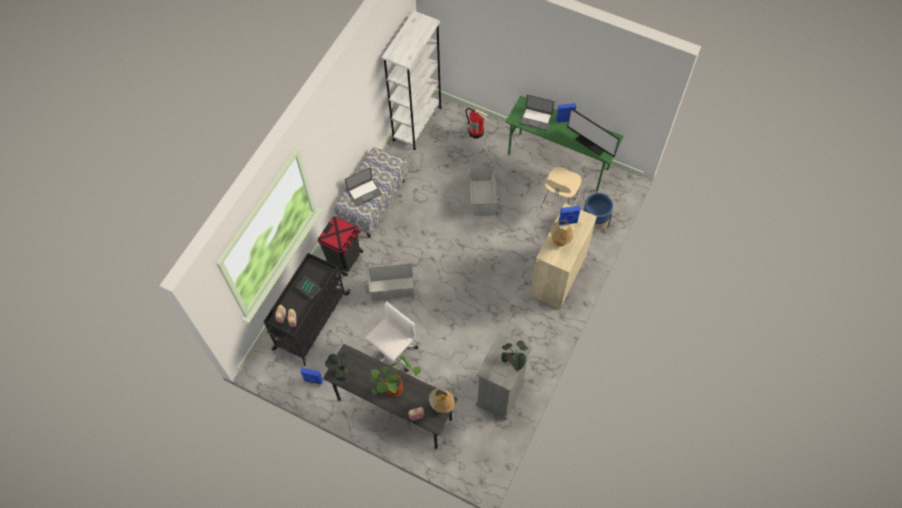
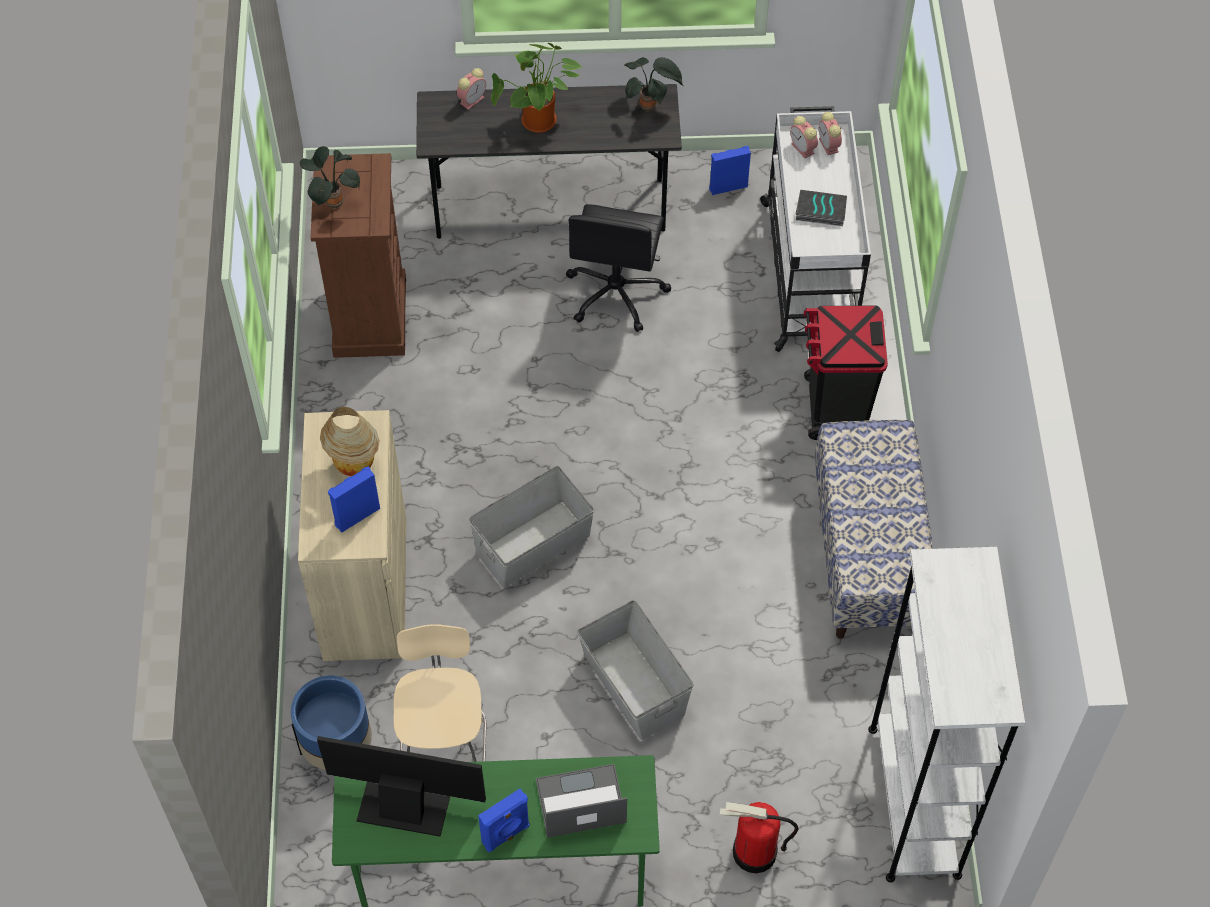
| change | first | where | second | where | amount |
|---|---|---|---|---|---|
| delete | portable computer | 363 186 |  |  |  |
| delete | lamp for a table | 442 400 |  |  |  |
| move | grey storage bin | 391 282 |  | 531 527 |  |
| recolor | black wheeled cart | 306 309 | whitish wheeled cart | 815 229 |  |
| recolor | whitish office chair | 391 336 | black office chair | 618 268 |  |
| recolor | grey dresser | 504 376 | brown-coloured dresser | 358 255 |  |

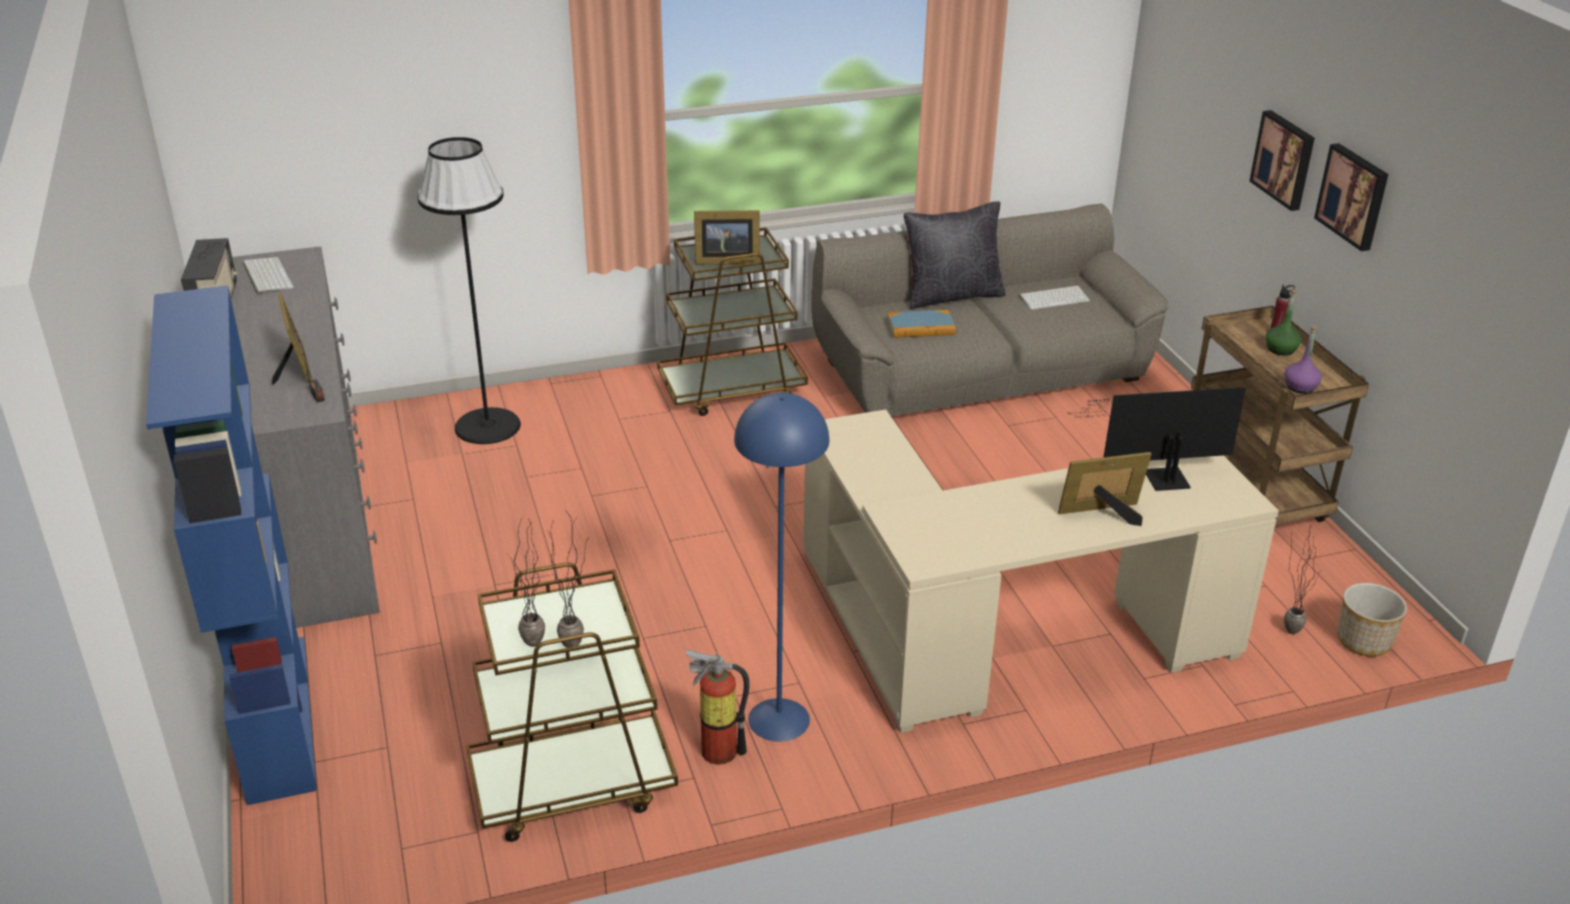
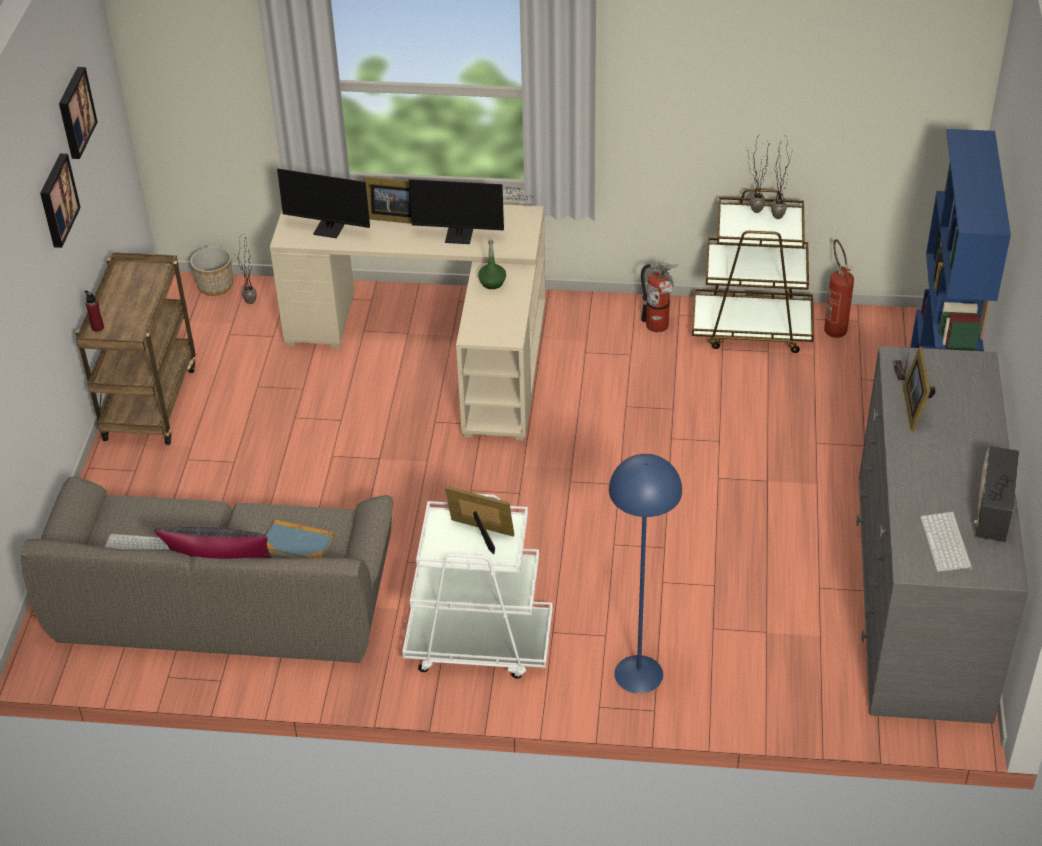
| change | first | where | second | where | amount |
|---|---|---|---|---|---|
| delete | black standing lamp | 469 290 |  |  |  |
| delete | purplish beverage bottle | 1303 360 |  |  |  |
| insert |  |  | computer display | 470 211 |  |
| insert |  |  | extinguisher | 839 288 |  |
| move | blue standing lamp | 781 567 |  | 645 574 |  |
| move | picture | 1282 160 |  | 78 113 |  |
| move | green-coloured beverage bottle | 1283 322 |  | 492 264 |  |
| recolor | brown-coloured wheeled cart | 732 321 | whitish wheeled cart | 477 586 |  |

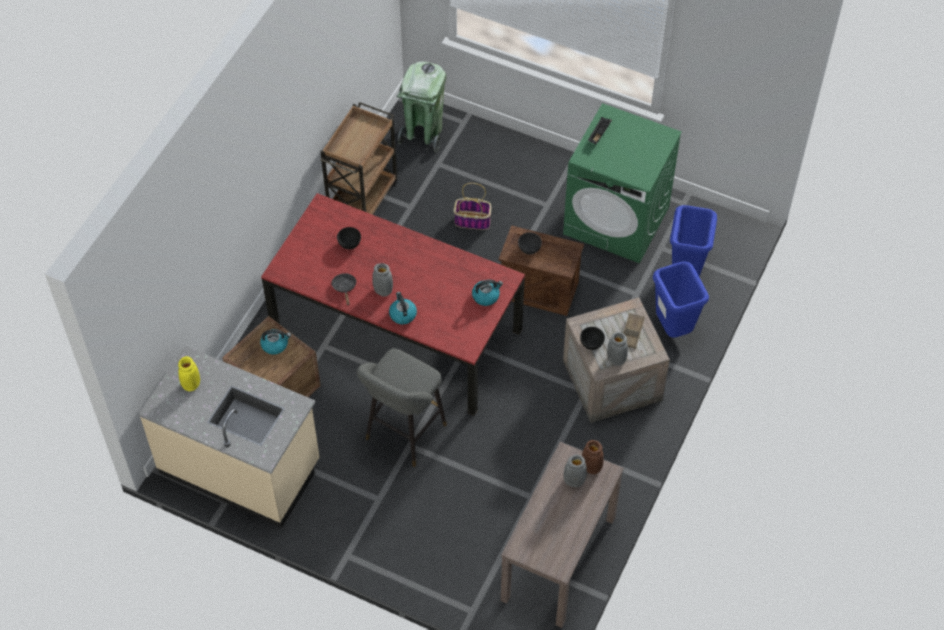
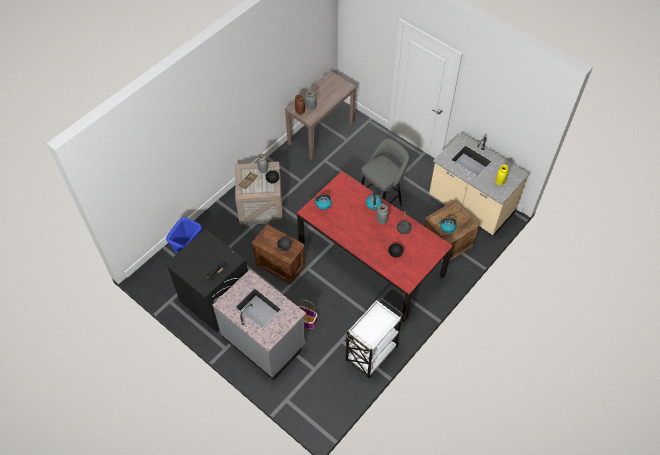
| change | first | where | second | where | amount |
|---|---|---|---|---|---|
| delete | green-coloured trash can | 422 106 |  |  |  |
| delete | blue trash can | 681 299 |  |  |  |
| insert |  |  | grey counter | 259 324 |  |
| recolor | brown-coloured wheeled cart | 358 158 | whitish wheeled cart | 374 338 |  |
| recolor | green-coloured laundry machine | 622 183 | black laundry machine | 206 280 |  |

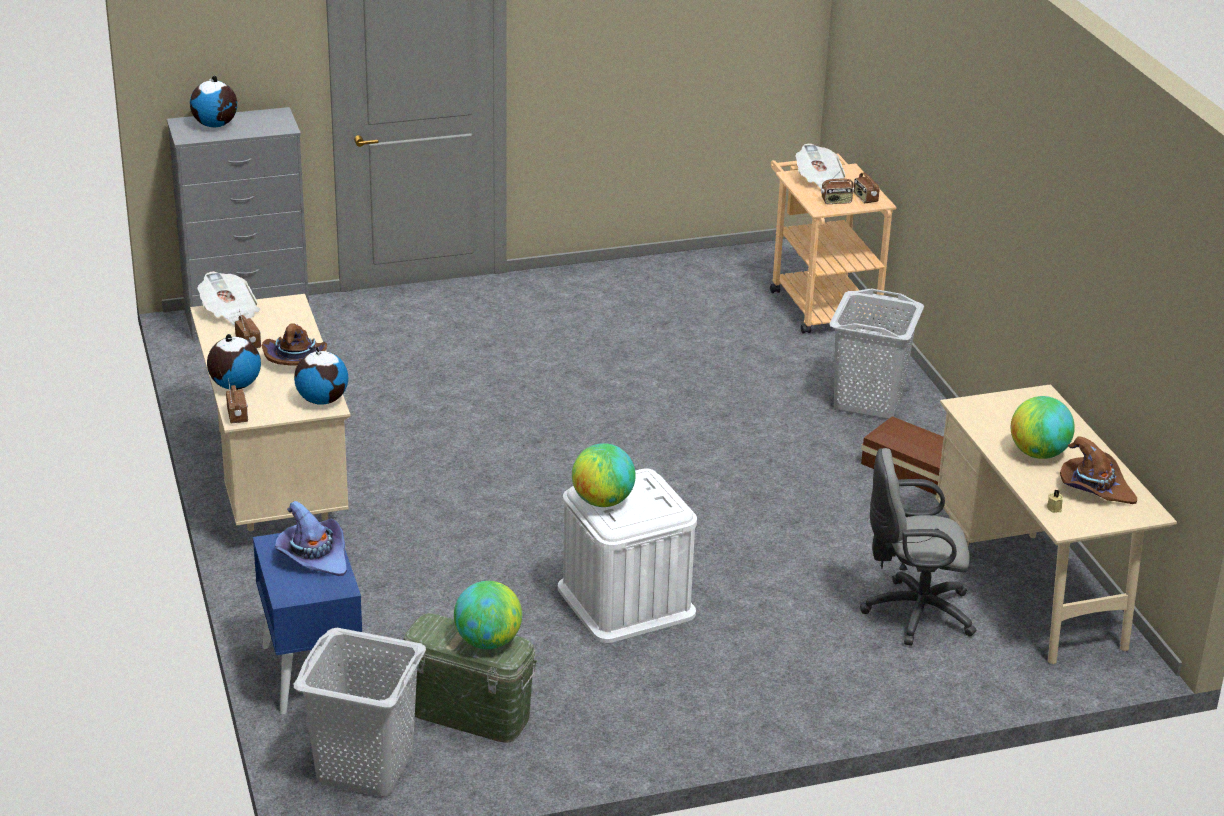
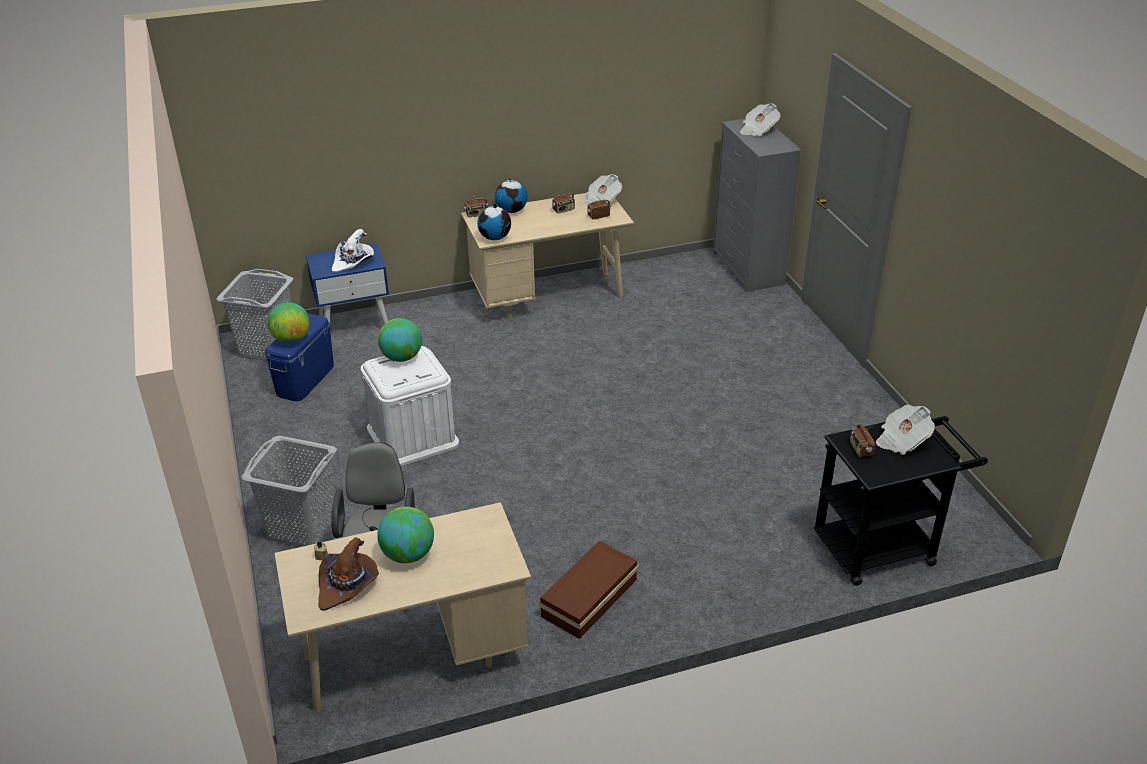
| change | first | where | second | where | amount |
|---|---|---|---|---|---|
| delete | brown-coloured hat | 294 344 |  |  |  |
| move | grey hamper | 876 353 |  | 289 491 |  |
| move | radio receiver | 867 186 |  | 599 208 |  |
| replace | globe | 213 101 | daily paper | 760 119 |  |
| recolor | purplish hat | 311 538 | whitish hat | 353 251 |  |
| recolor | green-coloured storage bin | 470 678 | blue storage bin | 299 357 |  |
| recolor | beige-coloured wheeled cart | 833 244 | black wheeled cart | 901 501 |  |

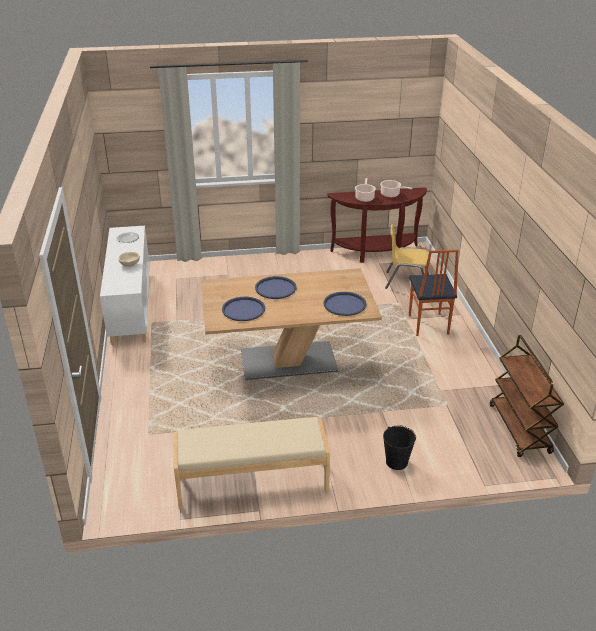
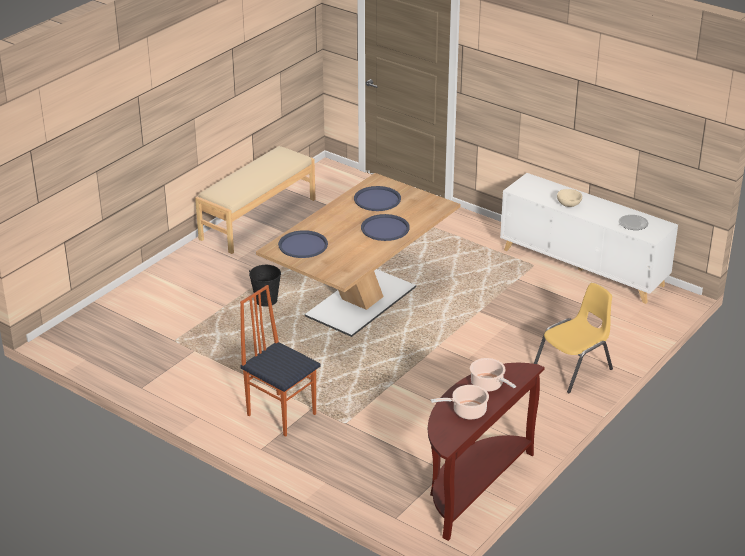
| change | first | where | second | where | amount |
|---|---|---|---|---|---|
| delete | brown-coloured wheeled cart | 527 396 |  |  |  |
| move | black water bucket | 399 447 |  | 265 286 |  |
| move | yellow-coloured chair | 407 256 |  | 573 338 |  |

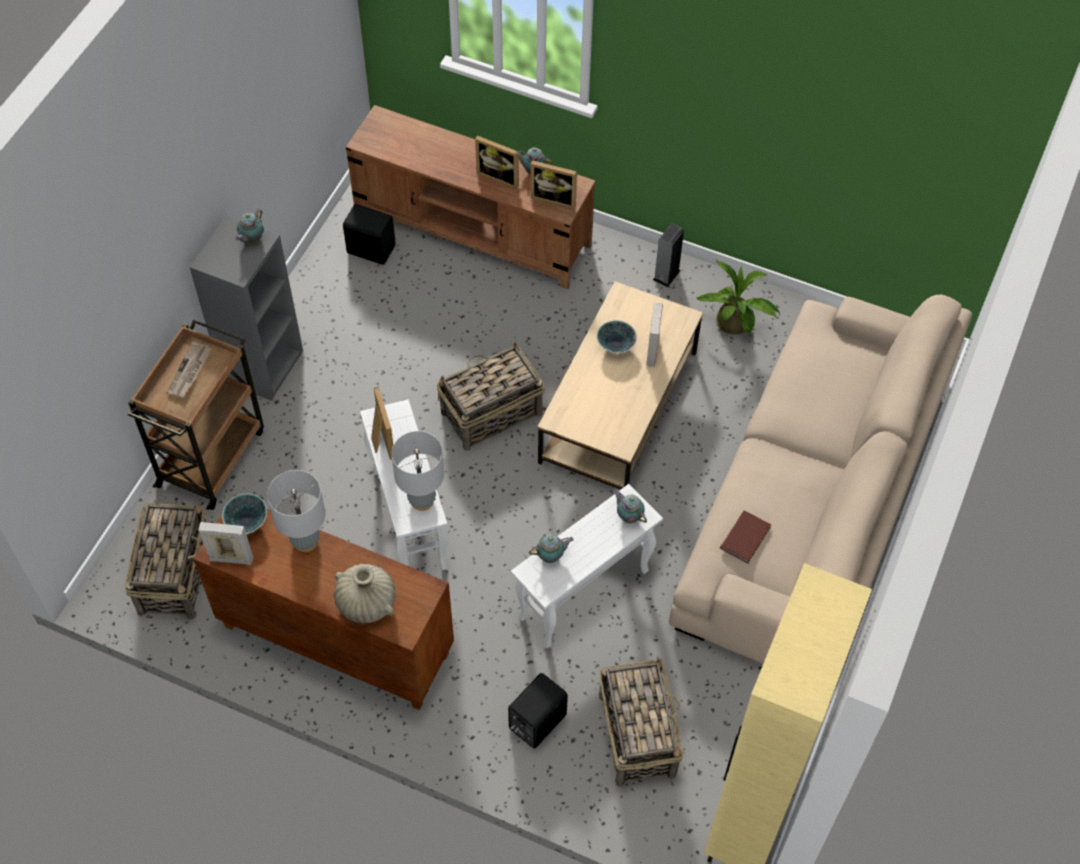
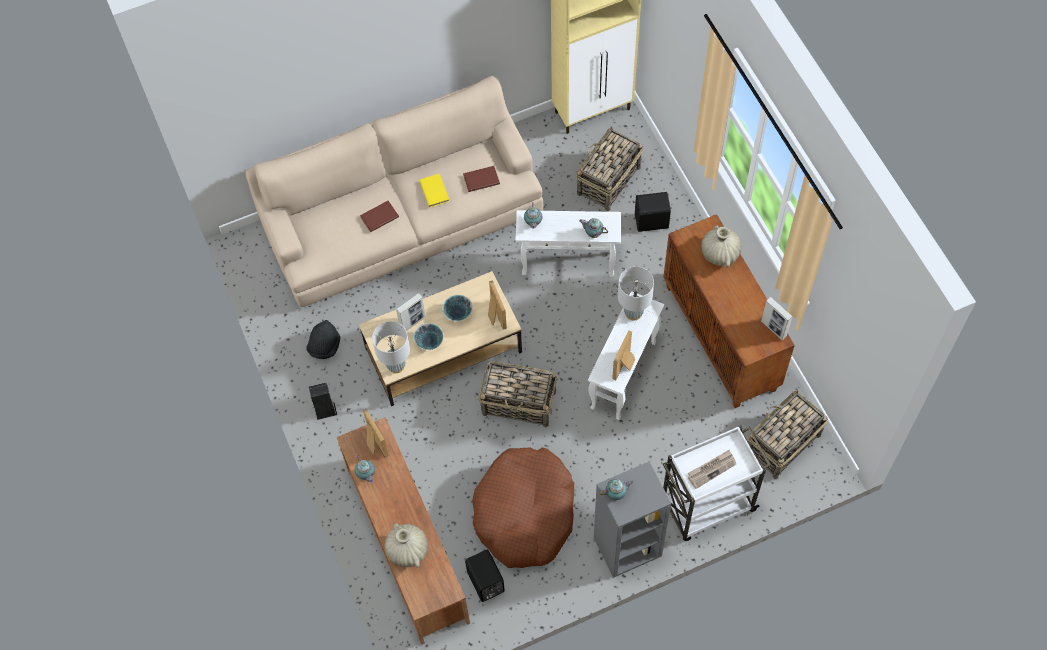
| change | first | where | second | where | amount |
|---|---|---|---|---|---|
| insert |  |  | brown-coloured bound book | 379 216 |  |
| insert |  |  | beige-coloured decorative vase | 406 545 |  |
| insert |  |  | yellow-coloured bound book | 434 190 |  |
| insert |  |  | brown-coloured dog cushion | 523 507 |  |
| move | serving bowl | 244 514 |  | 457 308 |  |
| move | grey lamp for a table | 296 511 |  | 391 347 |  |
| move | picture frame | 497 163 |  | 497 305 |  |
| replace | plant in a pot | 738 297 | black hat | 323 339 |  |
| recolor | brown-coloured wheeled cart | 196 415 | whitish wheeled cart | 717 483 |  |

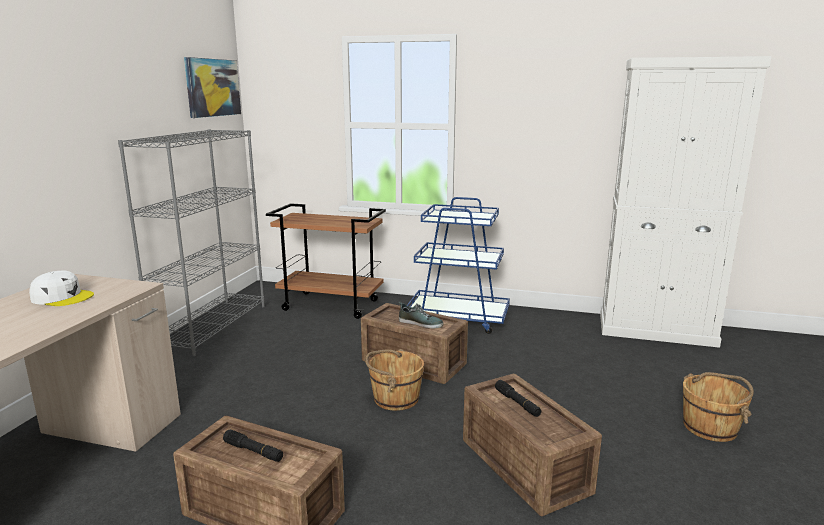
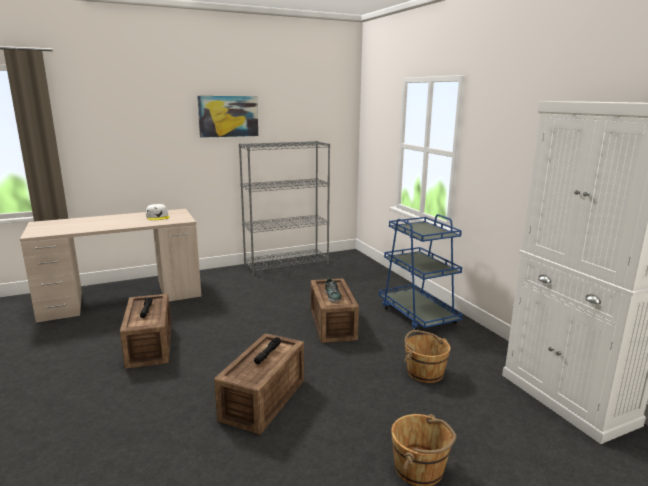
| change | first | where | second | where | amount |
|---|---|---|---|---|---|
| delete | brown-coloured wheeled cart | 326 261 |  |  |  |
| move | picture | 212 87 |  | 227 117 |  |
| move | brown-coloured water bucket | 394 380 |  | 427 356 |  |

